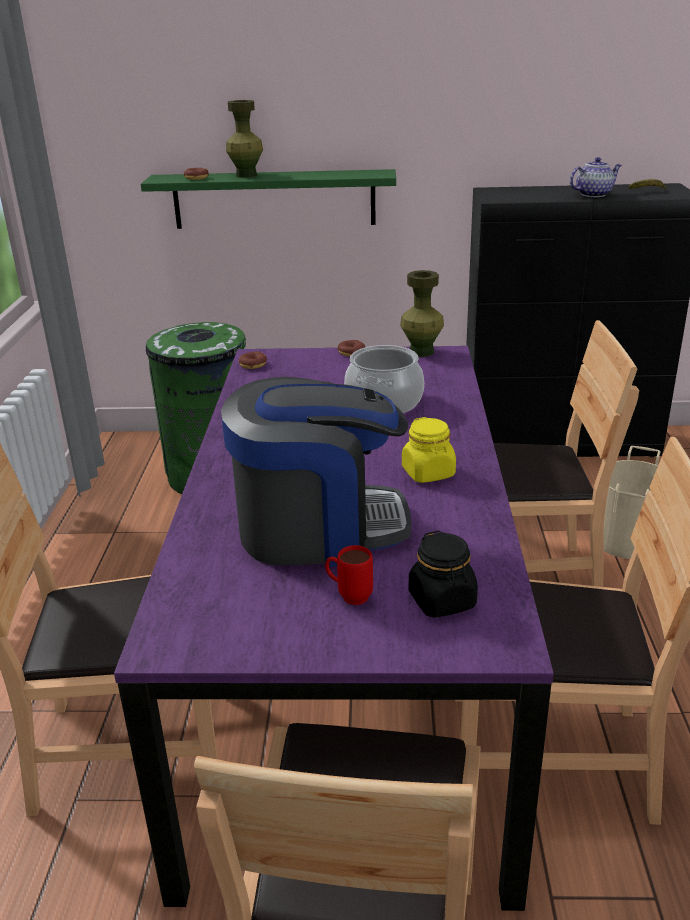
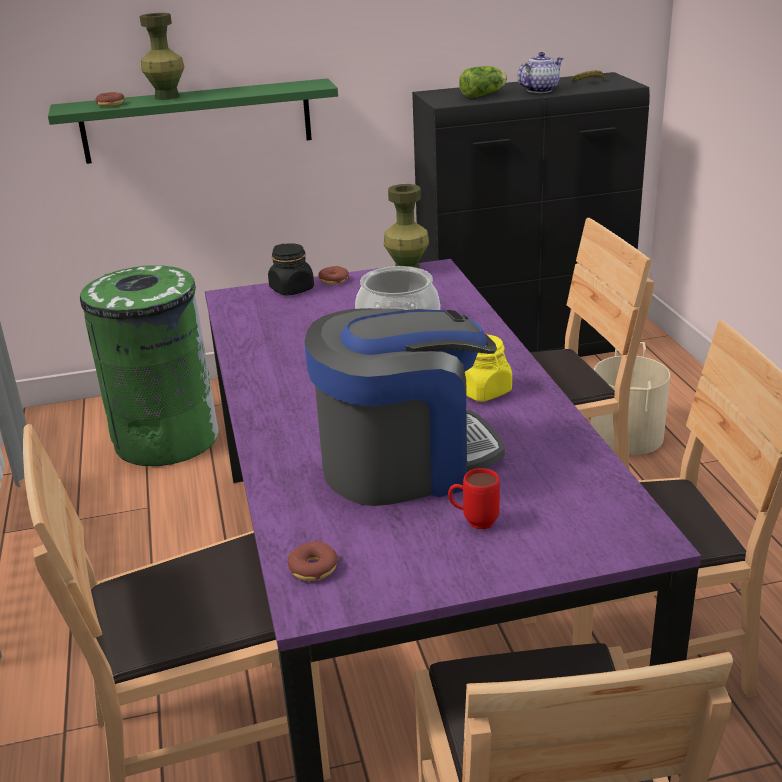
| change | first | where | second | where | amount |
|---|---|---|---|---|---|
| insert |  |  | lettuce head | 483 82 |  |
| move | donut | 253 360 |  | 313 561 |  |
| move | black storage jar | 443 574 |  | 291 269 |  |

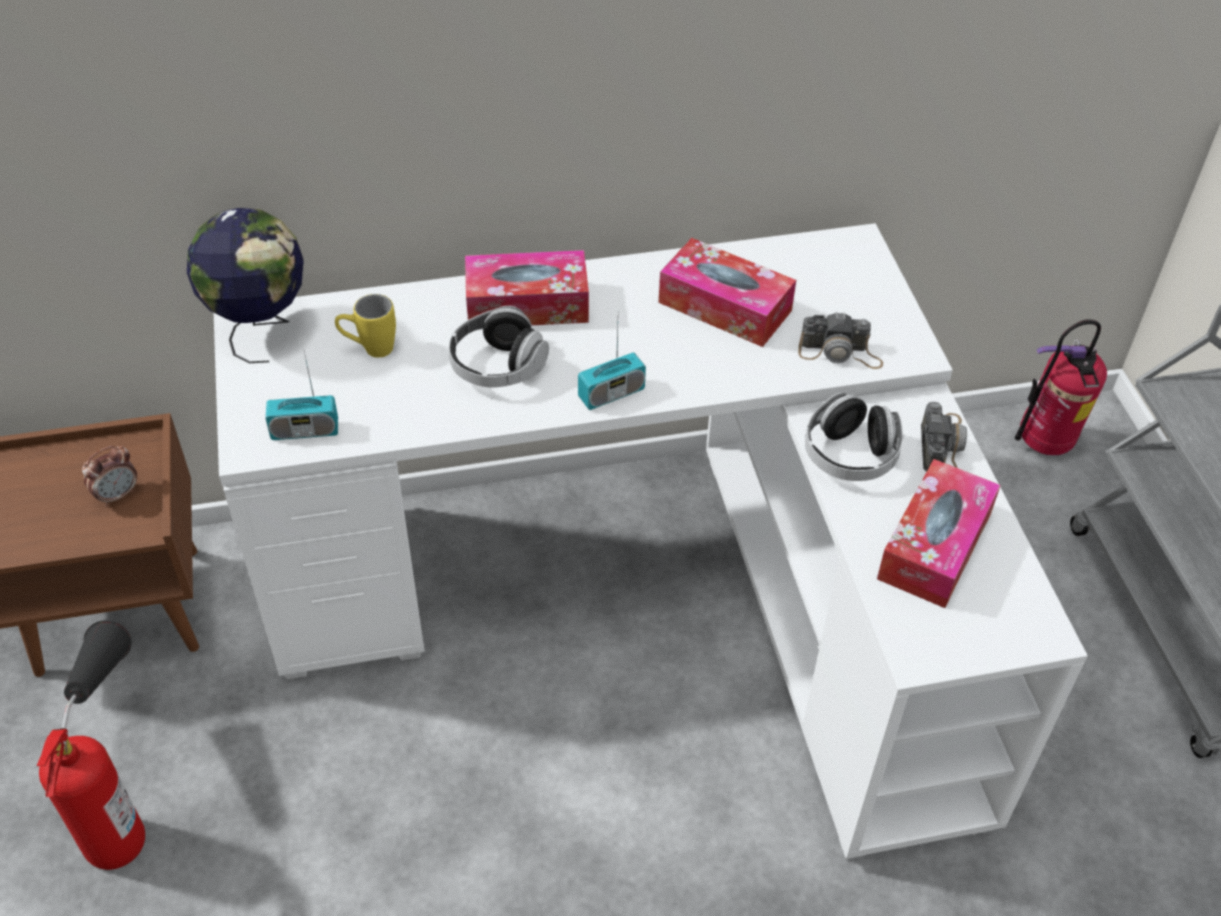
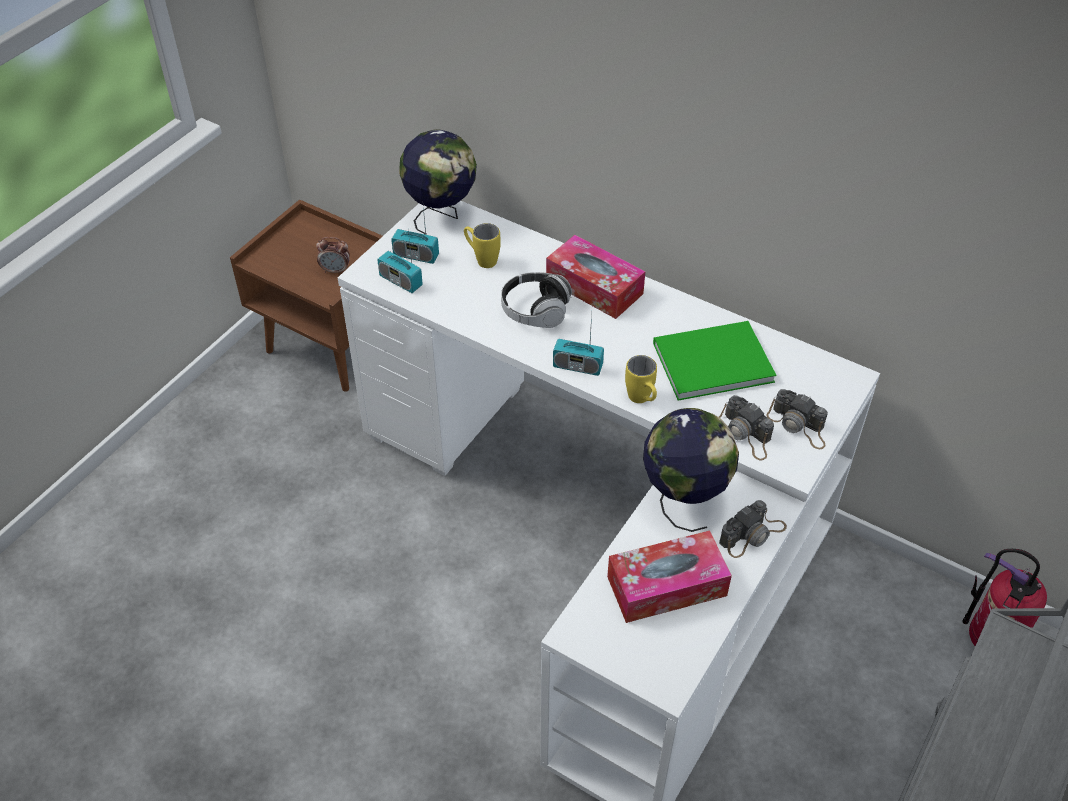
| change | first | where | second | where | amount |
|---|---|---|---|---|---|
| delete | extinguisher | 91 745 |  |  |  |
| insert |  |  | radio receiver | 415 236 |  |
| insert |  |  | yellow-coloured tea mug | 641 379 |  |
| insert |  |  | photo camera | 797 419 |  |
| replace | tissue box | 727 292 | green-coloured bound book | 714 361 |  |
| replace | headset | 854 437 | globe | 691 470 |  |

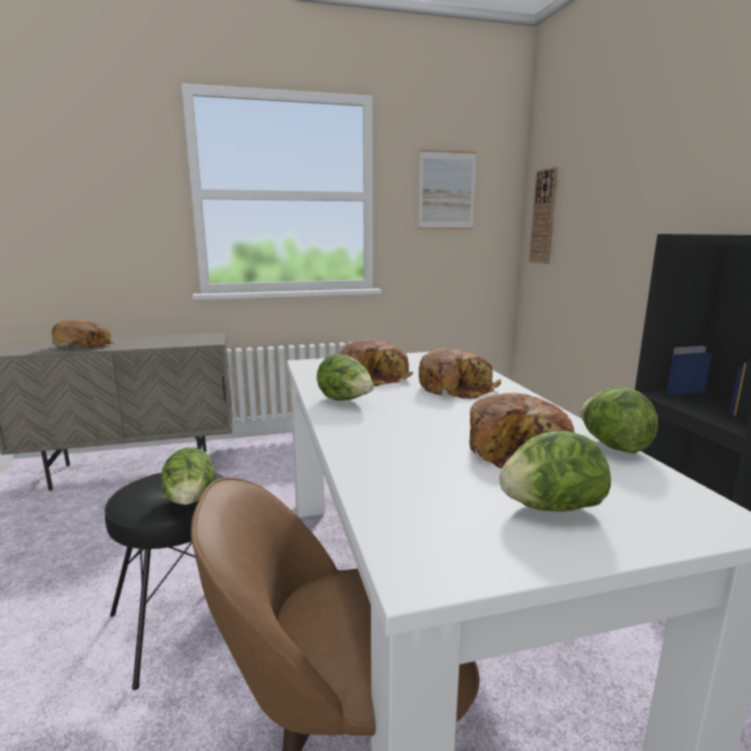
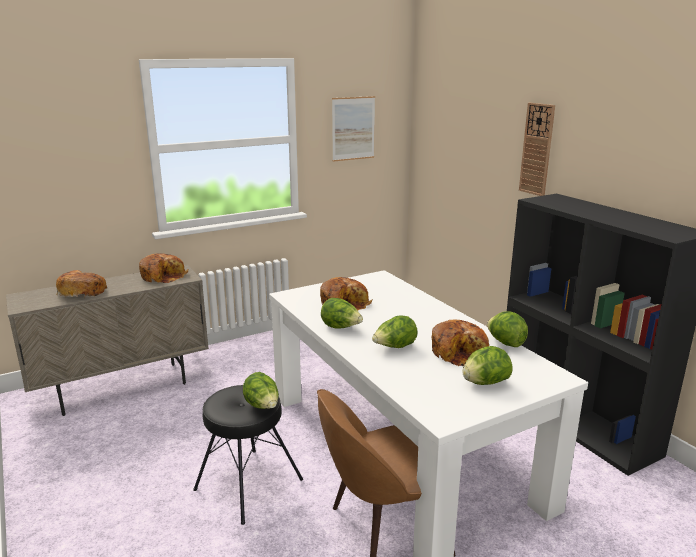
| change | first | where | second | where | amount |
|---|---|---|---|---|---|
| insert |  |  | lettuce head | 395 331 |  |
| move | bakery bread | 460 373 |  | 164 268 |  |
| move | hanging clock | 543 215 |  | 537 149 |  |

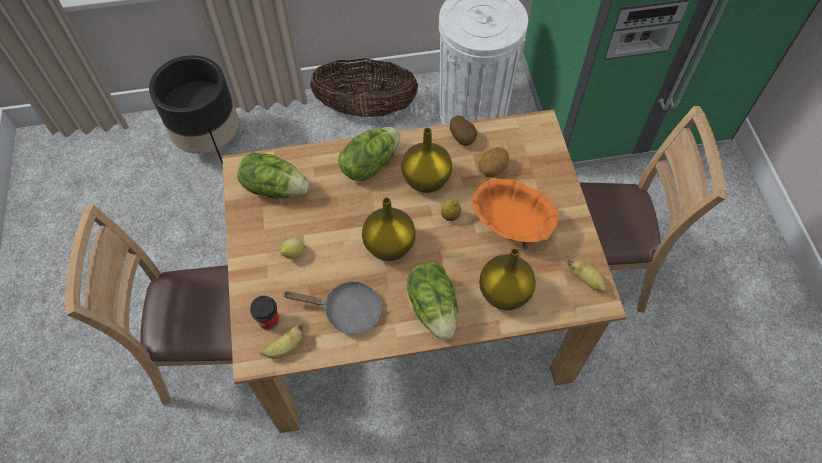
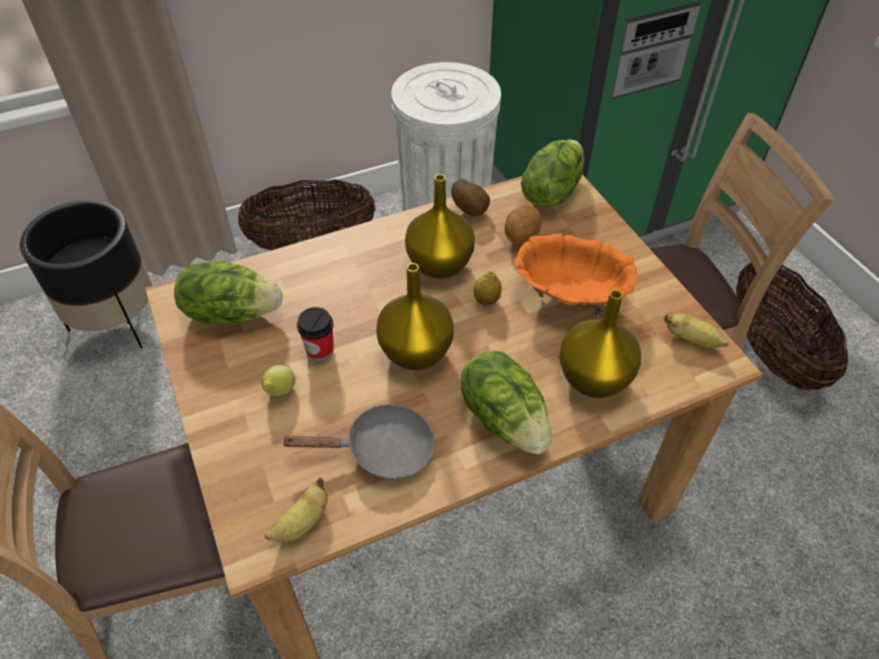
| change | first | where | second | where | amount |
|---|---|---|---|---|---|
| insert |  |  | storage basket | 792 326 |  |
| move | drinking cup | 264 313 |  | 315 334 |  |
| move | lettuce head | 369 154 |  | 552 173 |  |

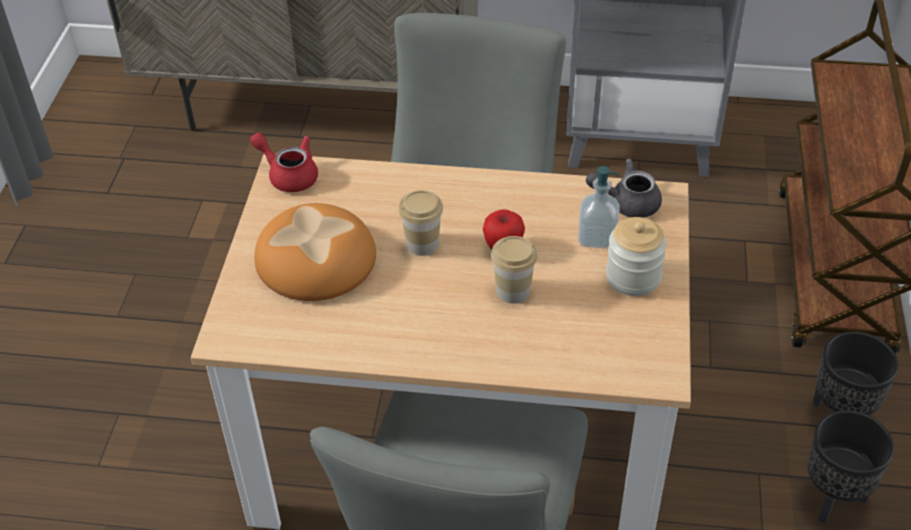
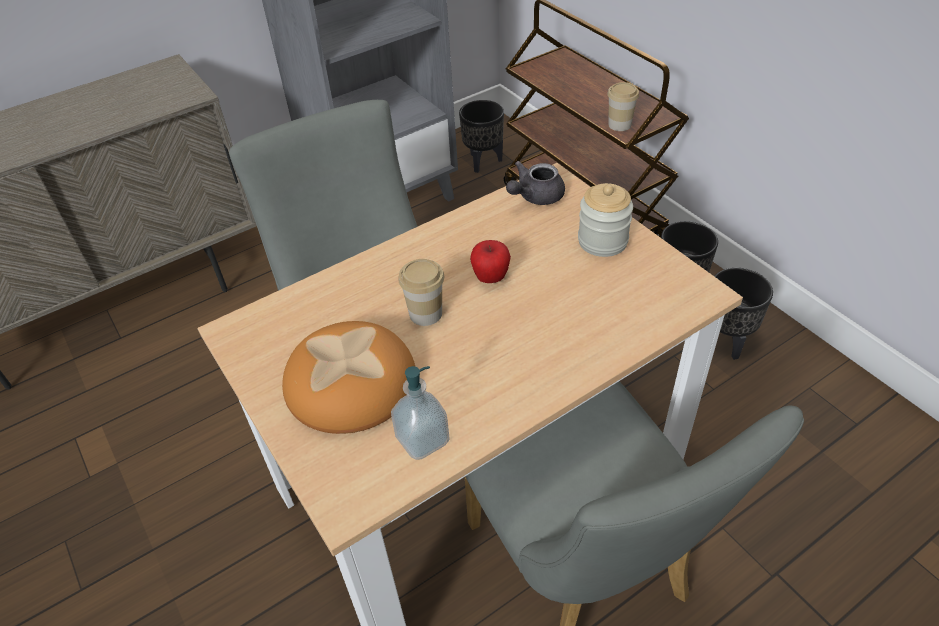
| change | first | where | second | where | amount |
|---|---|---|---|---|---|
| delete | reddish teapot | 284 162 |  |  |  |
| insert |  |  | black plant pot | 481 136 |  |
| move | drinking cup | 514 270 |  | 623 106 |  |
| move | soap bottle | 599 207 |  | 420 413 |  |

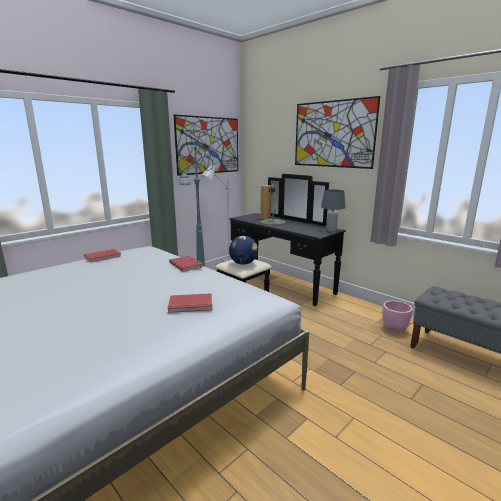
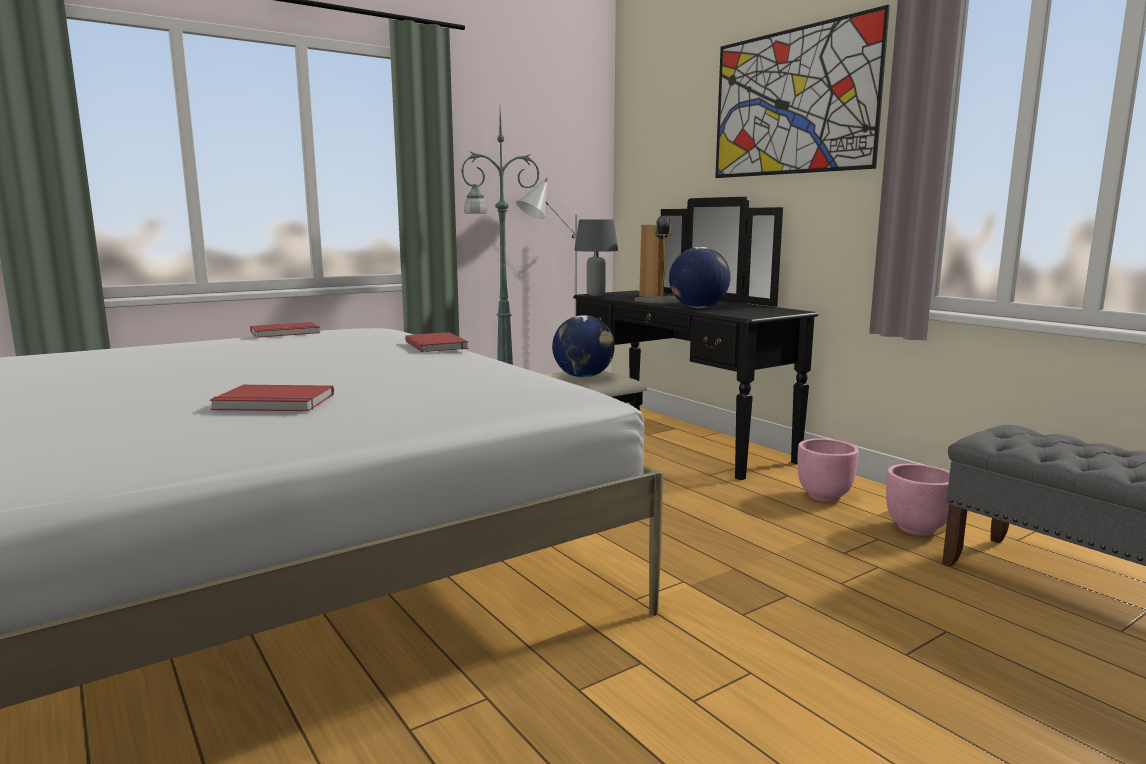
| change | first | where | second | where | amount |
|---|---|---|---|---|---|
| delete | picture | 205 145 |  |  |  |
| insert |  |  | globe | 700 277 |  |
| insert |  |  | pinkish plant pot | 828 470 |  |
| move | reddish bound book | 190 303 |  | 272 398 |  |
| move | grey lamp for a table | 333 210 |  | 596 257 |  |

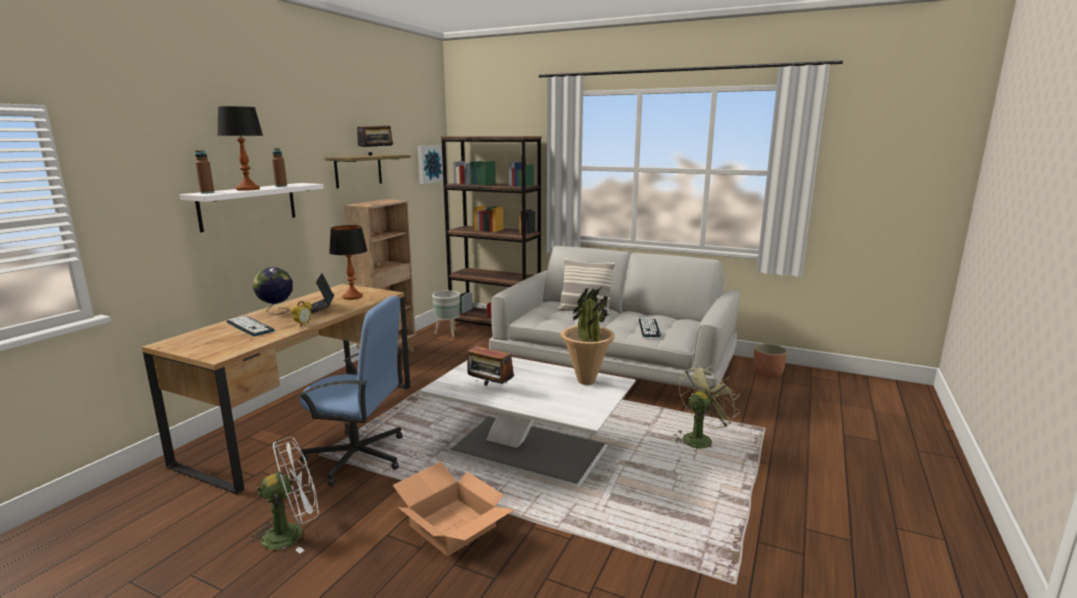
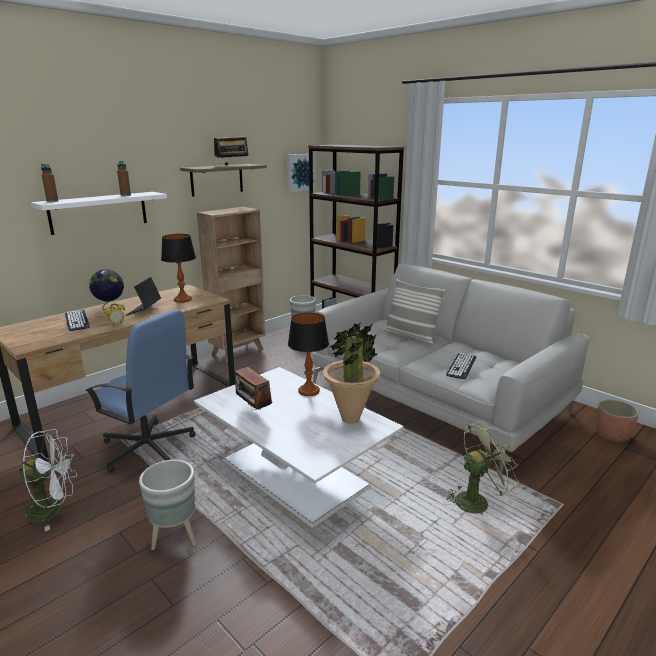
| change | first | where | second | where | amount |
|---|---|---|---|---|---|
| move | lamp for a table | 240 148 |  | 308 354 |  |
| replace | cardboard box | 454 509 | grey plant pot | 167 505 |  |

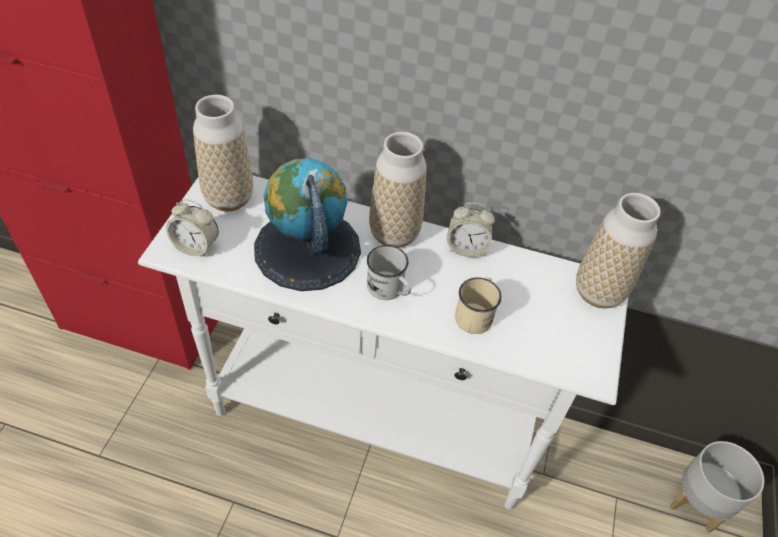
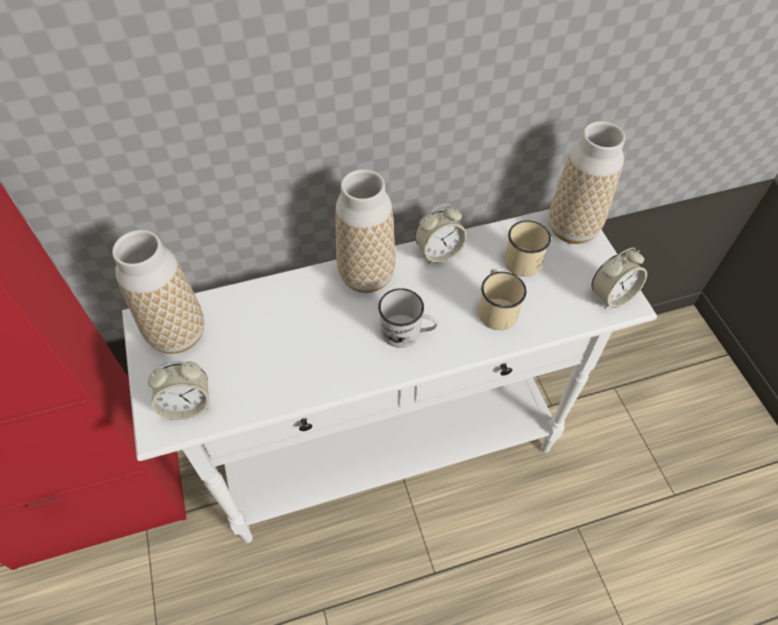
| change | first | where | second | where | amount |
|---|---|---|---|---|---|
| delete | globe | 307 224 |  |  |  |
| delete | grey plant pot | 717 487 |  |  |  |
| insert |  |  | beige-coloured tea mug | 527 248 |  |
| insert |  |  | table clock | 619 278 |  |

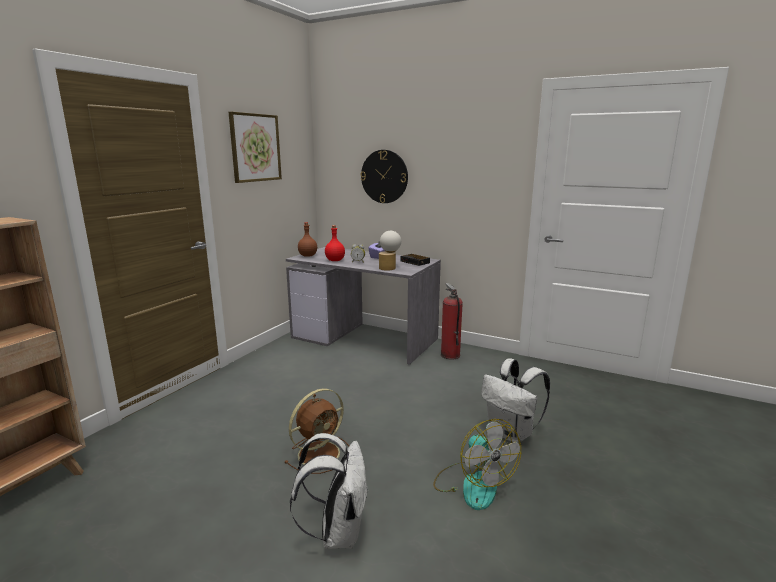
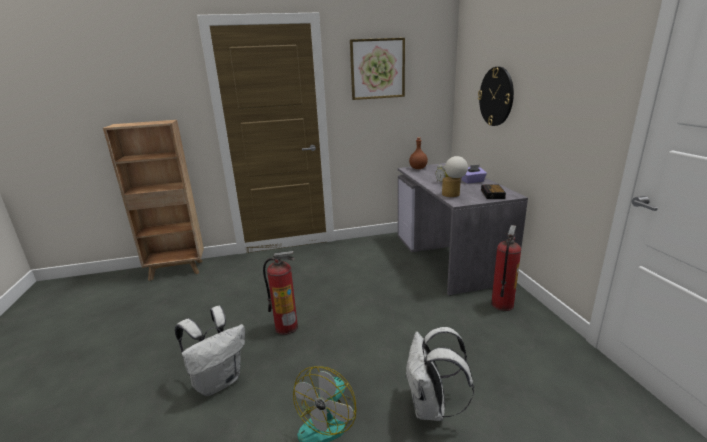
| change | first | where | second | where | amount |
|---|---|---|---|---|---|
| delete | reddish beverage bottle | 335 243 |  |  |  |
| replace | brown-coloured cooling fan | 316 431 | extinguisher | 280 293 |  |

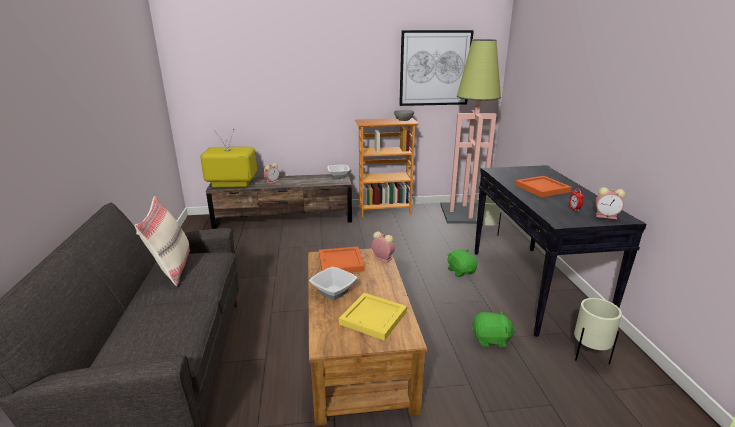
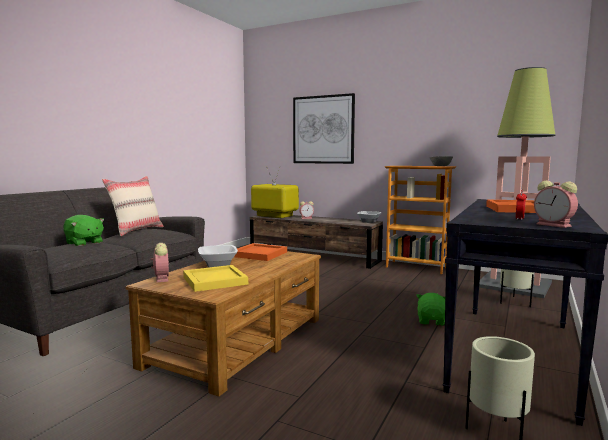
| change | first | where | second | where | amount |
|---|---|---|---|---|---|
| move | table clock | 383 247 |  | 160 263 |  |
| move | picture | 436 68 |  | 324 128 |  |
| move | green-coloured soft toy | 493 329 |  | 83 230 |  |

